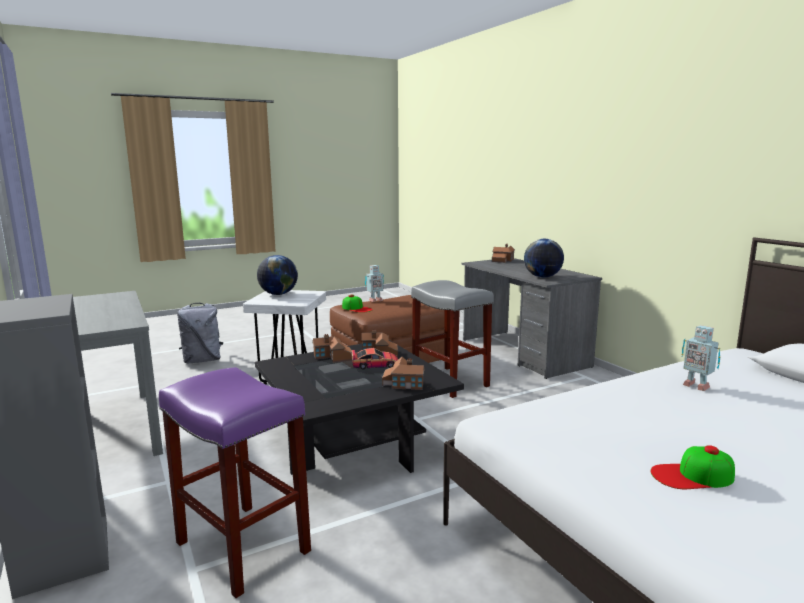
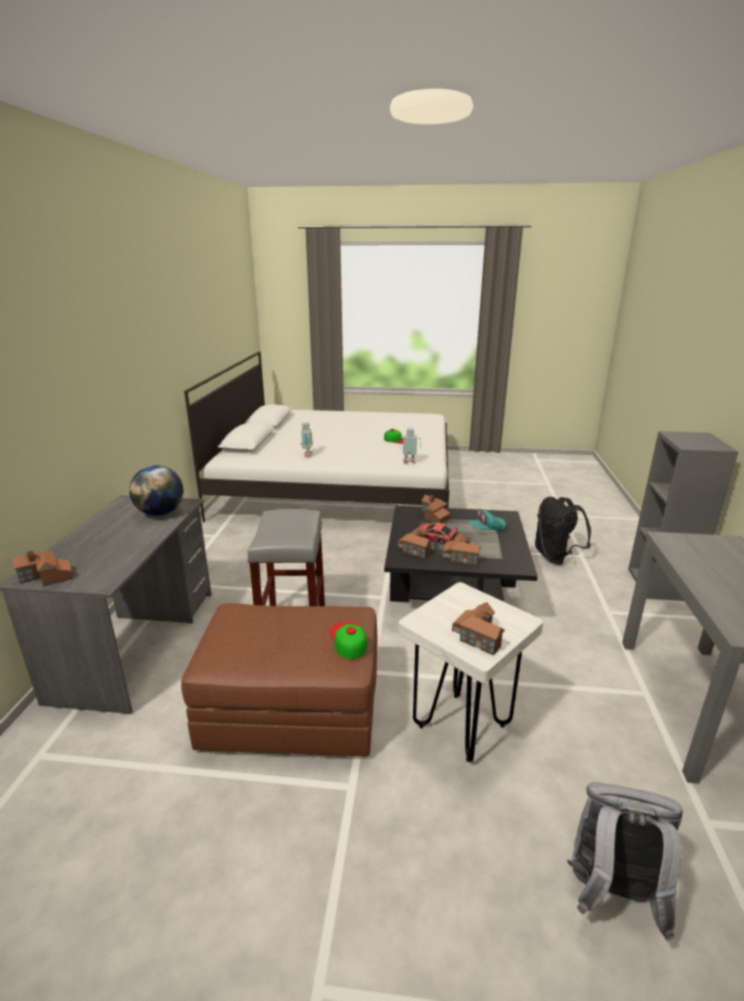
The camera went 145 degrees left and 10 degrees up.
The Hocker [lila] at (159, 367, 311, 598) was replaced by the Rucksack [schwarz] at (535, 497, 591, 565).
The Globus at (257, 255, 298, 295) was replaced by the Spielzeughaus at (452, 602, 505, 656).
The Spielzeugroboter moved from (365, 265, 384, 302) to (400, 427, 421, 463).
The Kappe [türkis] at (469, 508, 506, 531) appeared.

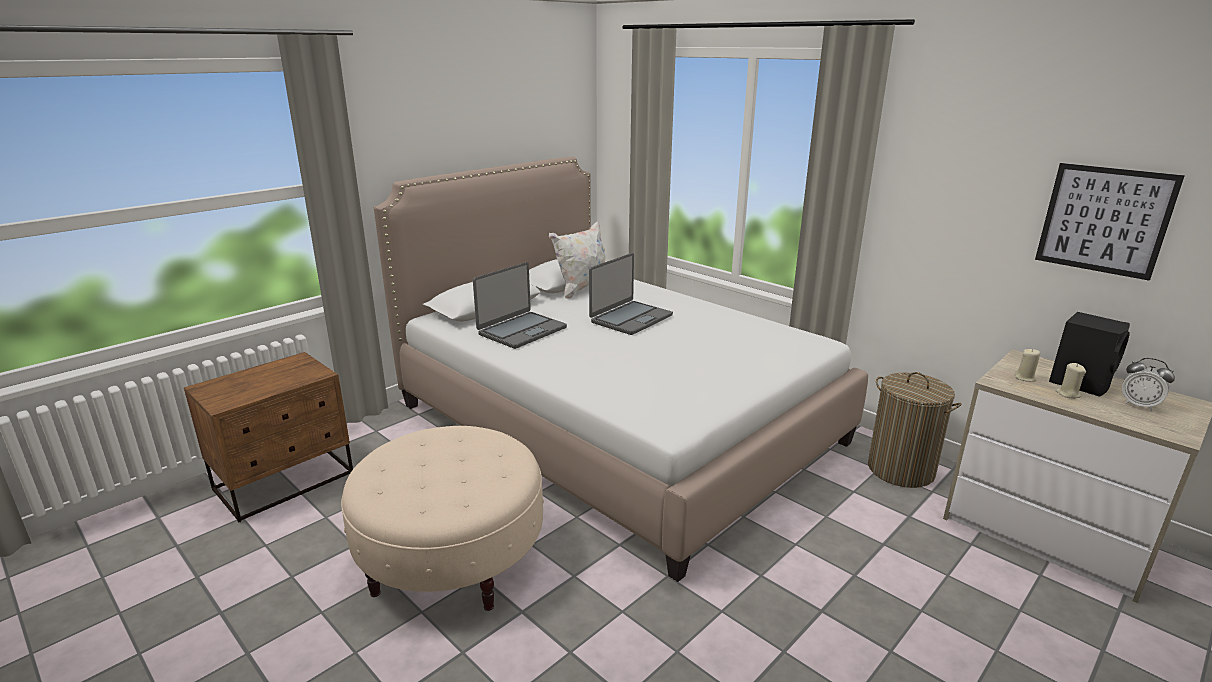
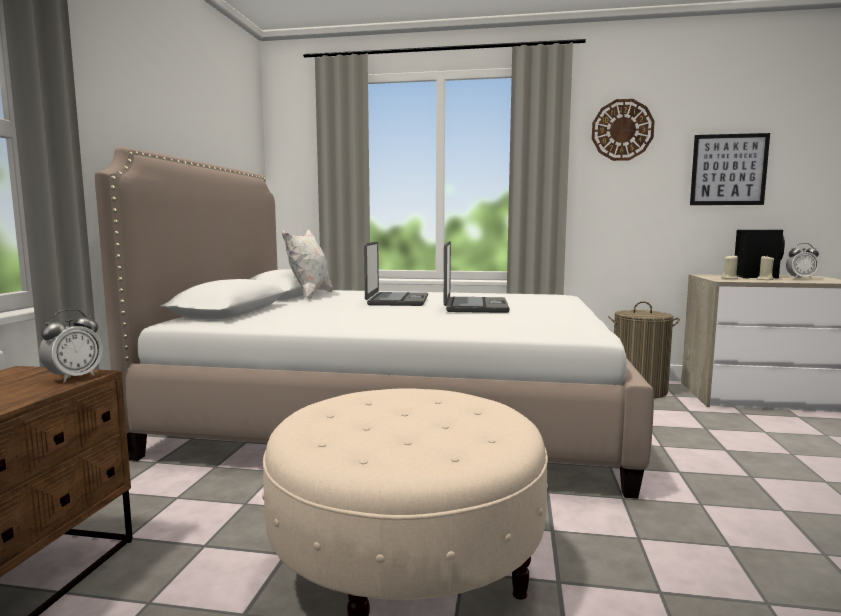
The camera went 35 degrees left and 15 degrees down.
The Laptop moved from (473, 262, 567, 349) to (444, 241, 509, 313).
The Wecker at (39, 309, 102, 383) appeared.
The Wanduhr at (592, 99, 655, 161) appeared.

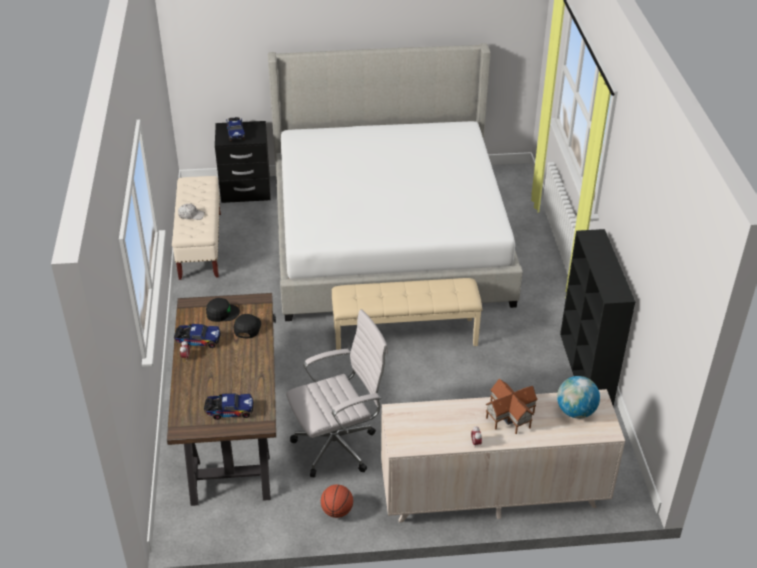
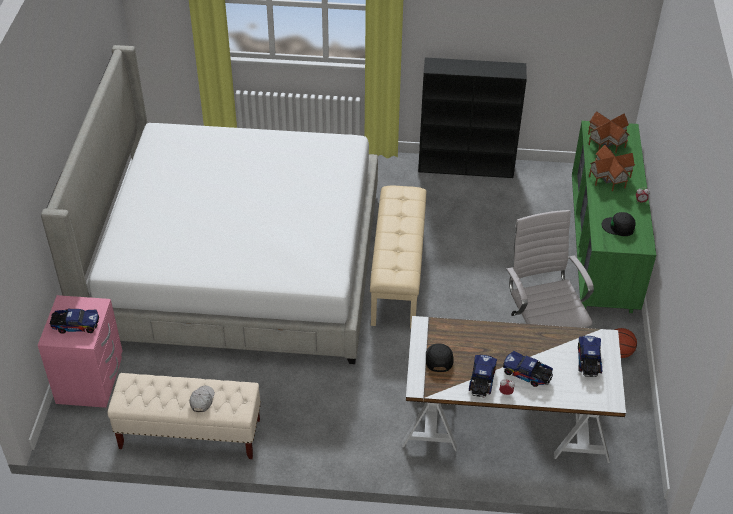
The camera went 80 degrees left and 5 degrees up.
The Schreibtisch [braun] at (167, 293, 276, 506) became the Schreibtisch [weiß] at (402, 316, 626, 463).
The Nachttisch [schwarz] at (215, 121, 271, 203) became the Nachttisch [rosa] at (38, 295, 122, 408).
The Kappe [schwarz] moved from (233, 314, 261, 338) to (602, 212, 636, 236).
The Kommode [beige] at (381, 389, 625, 523) became the Kommode [grün] at (572, 121, 656, 313).
The Globus at (557, 376, 600, 418) was replaced by the Spielzeughaus at (588, 111, 630, 153).
The Spielzeuglaster at (503, 351, 553, 387) appeared.

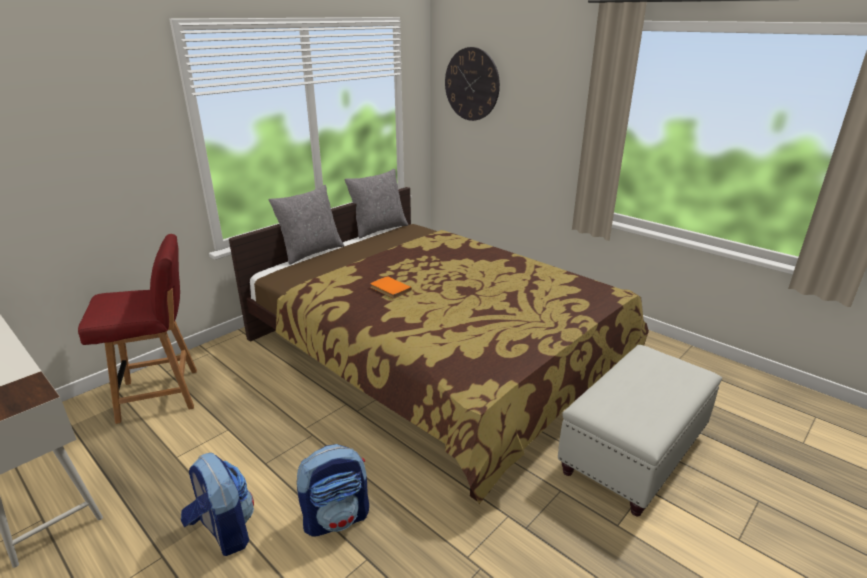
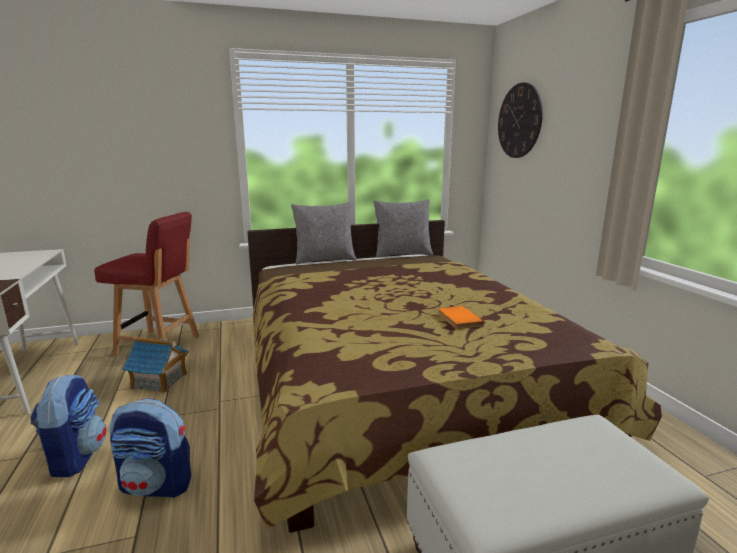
The camera went 30 degrees right and 10 degrees down.
The Buch [orange] moved from (370, 276, 412, 299) to (438, 306, 484, 329).
The Spielzeughaus at (122, 337, 189, 393) appeared.

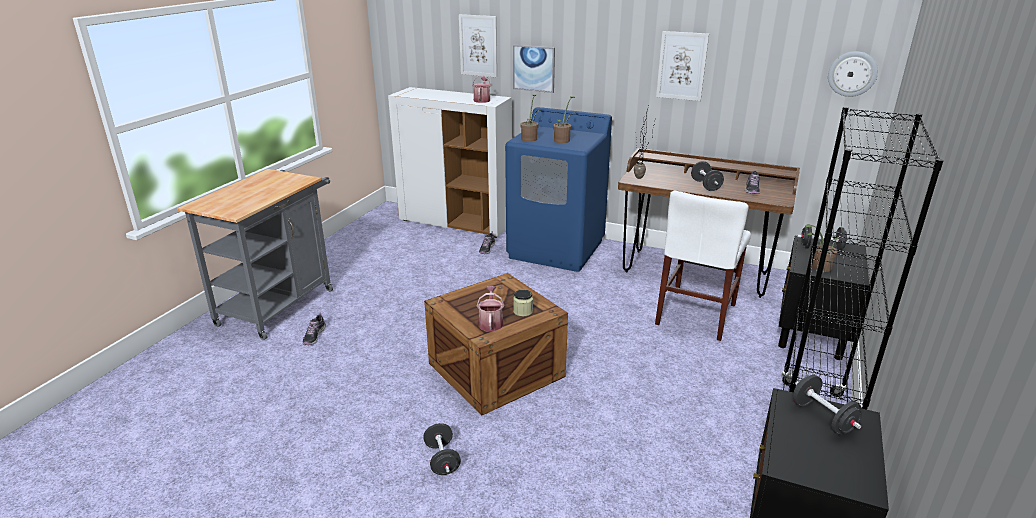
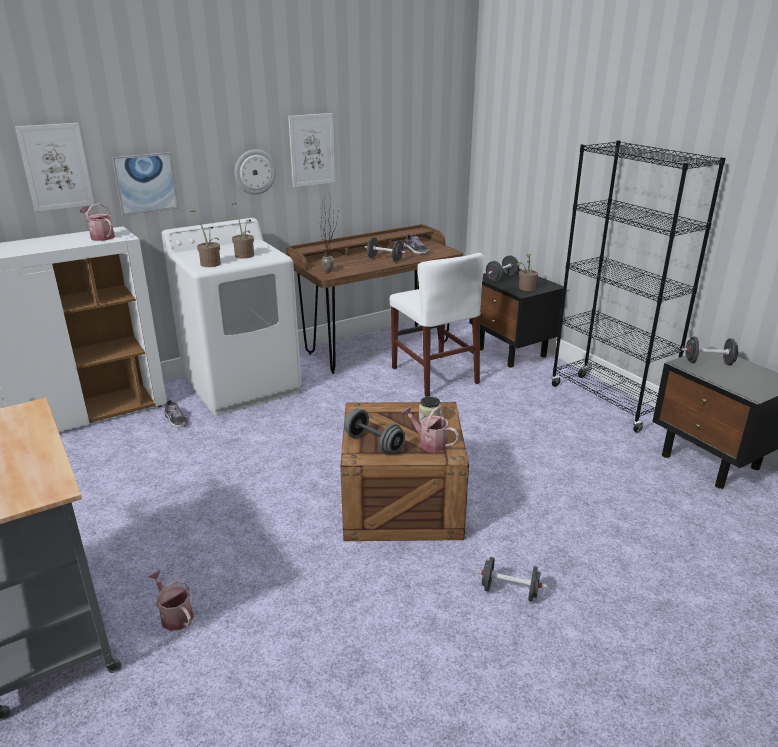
The camera went 55 degrees left and 0 degrees up.
The Schuh at (303, 312, 326, 345) was replaced by the Gießkanne at (148, 570, 194, 631).
The Waschmaschine [blau] at (505, 107, 612, 272) became the Waschmaschine [weiß] at (161, 218, 301, 416).
The Wanduhr moved from (828, 51, 878, 97) to (235, 149, 276, 195).
The Hantel [grau] at (344, 409, 405, 454) appeared.

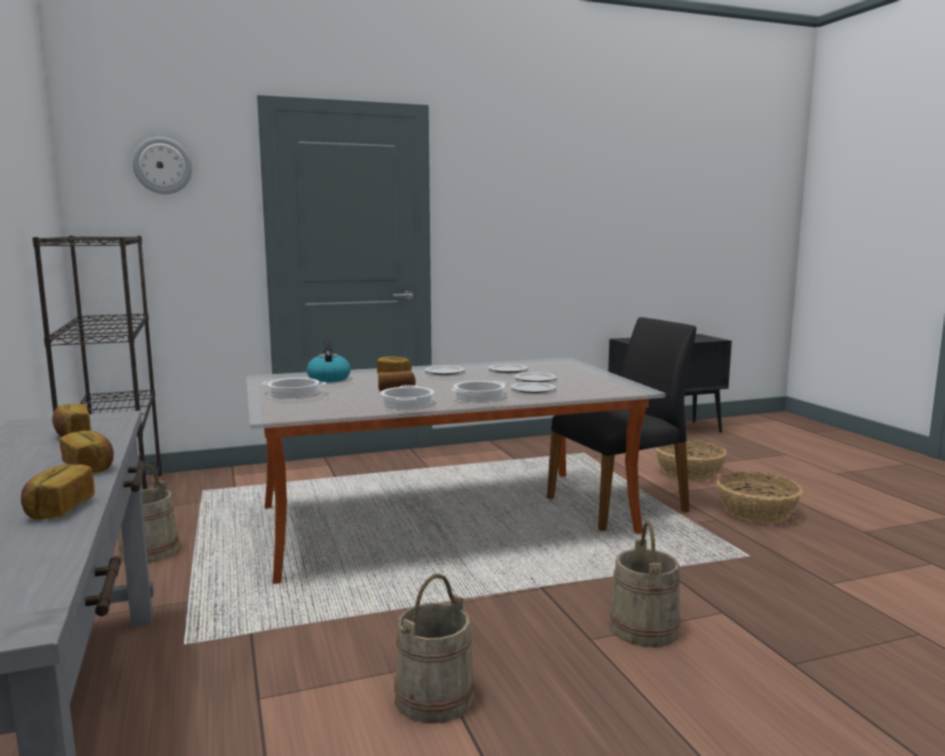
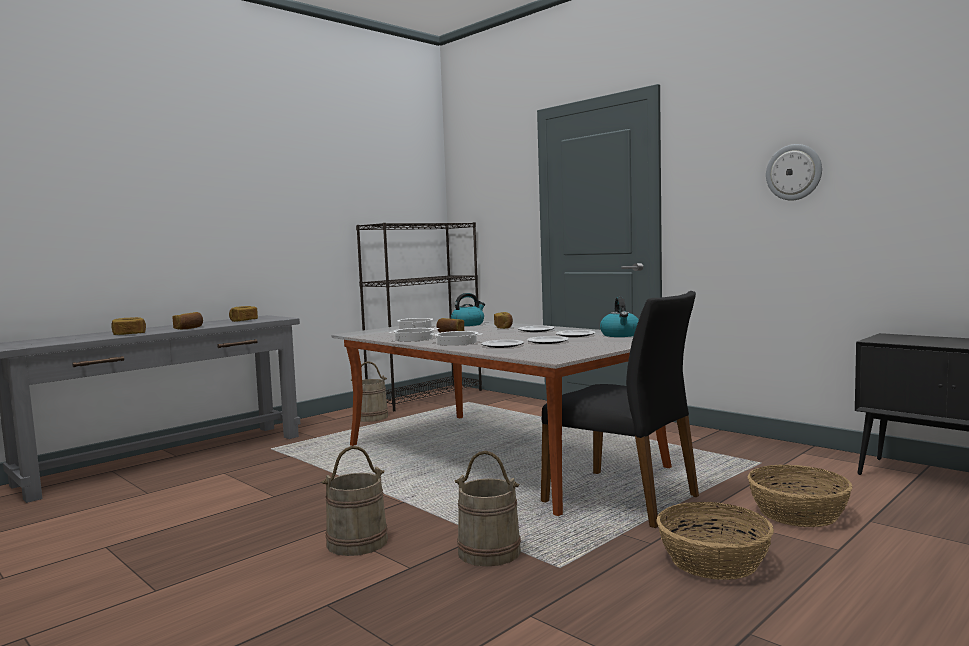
The camera went 65 degrees right and 5 degrees down.
The Wanduhr moved from (132, 137, 192, 194) to (766, 144, 822, 201).
The Eimer [beige] moved from (394, 574, 475, 724) to (455, 451, 521, 567).
The Wasserkessel at (600, 297, 639, 337) appeared.

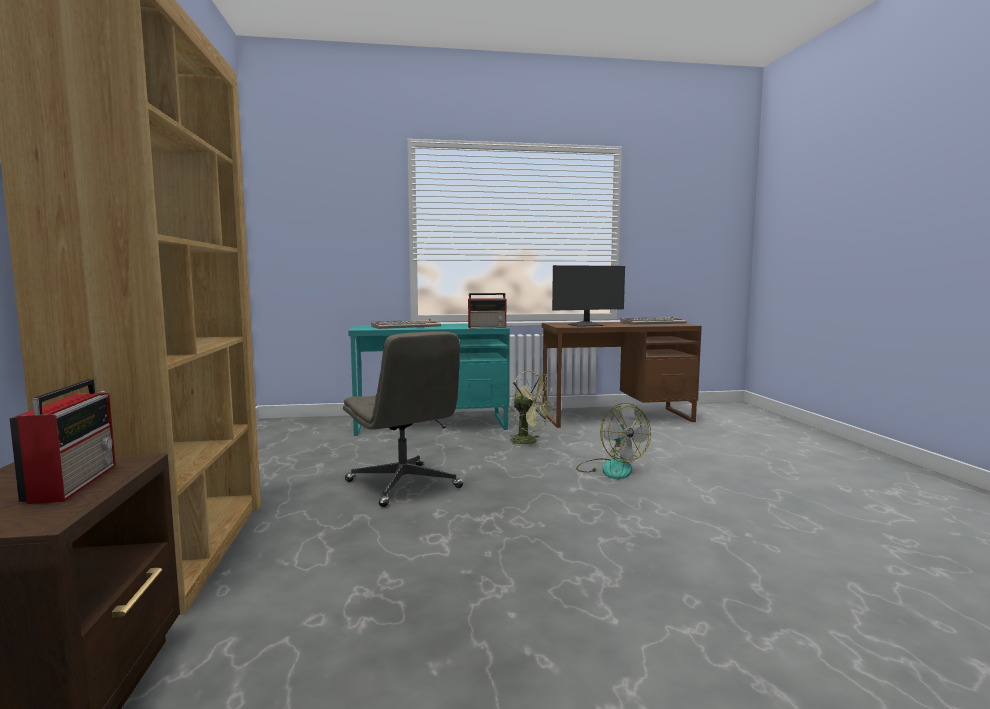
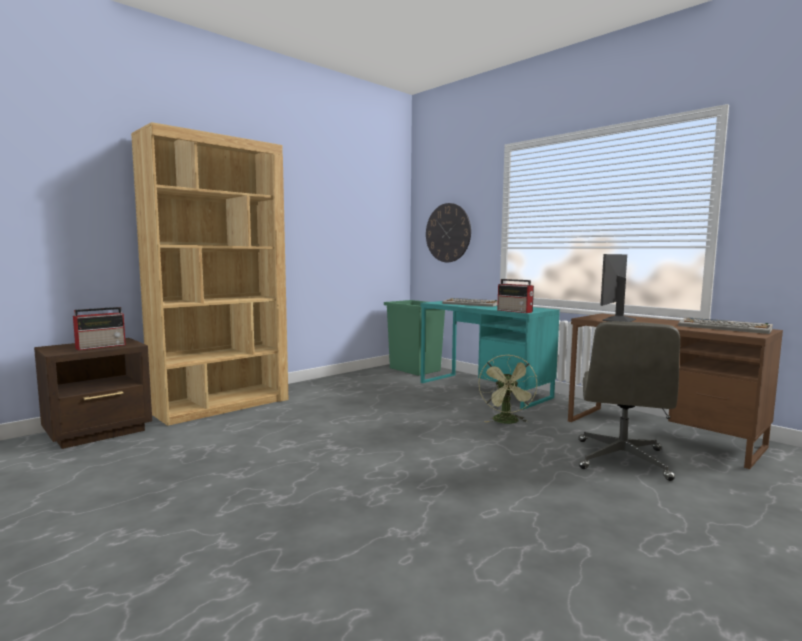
The camera went 55 degrees right and 0 degrees up.
The Bürostuhl [grau] moved from (343, 331, 463, 507) to (578, 321, 680, 481).
The Monitor at (552, 265, 625, 327) turned 90 degrees clockwise.
The Ventilator at (576, 403, 651, 479) disappeared.
The Mülleimer [grün] at (384, 300, 445, 376) appeared.
The Wanduhr at (426, 203, 471, 262) appeared.

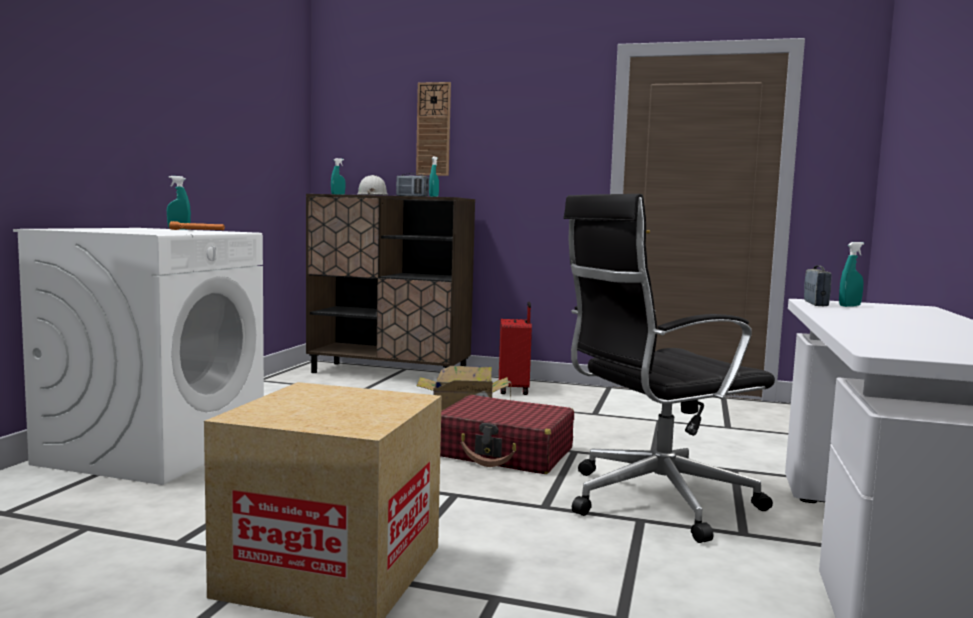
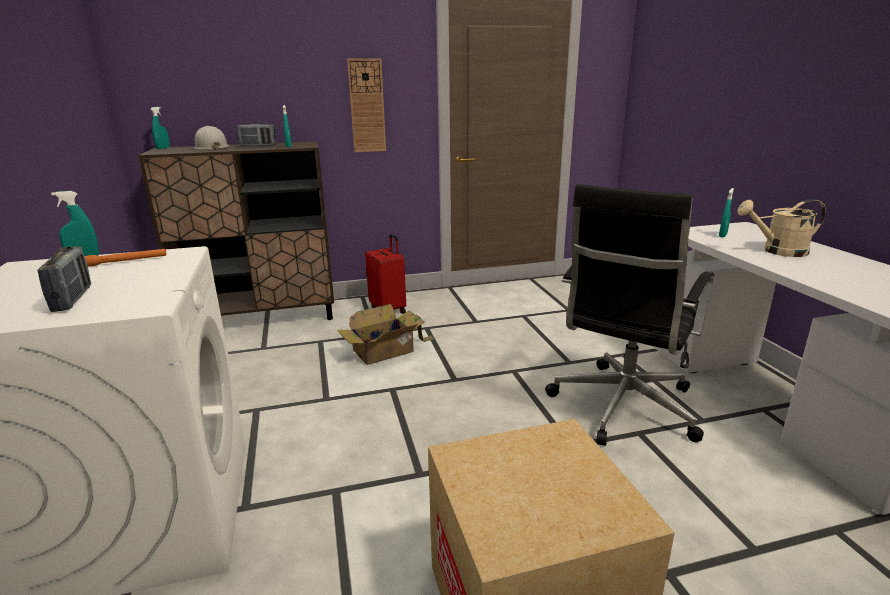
The camera went 30 degrees left and 15 degrees up.
The Wanduhr moved from (416, 82, 451, 176) to (347, 58, 386, 152).
The Koffer [rot] at (440, 395, 574, 474) disappeared.
The Radio moved from (804, 265, 832, 306) to (37, 246, 91, 312).
The Gießkanne [beige] at (737, 199, 826, 257) appeared.

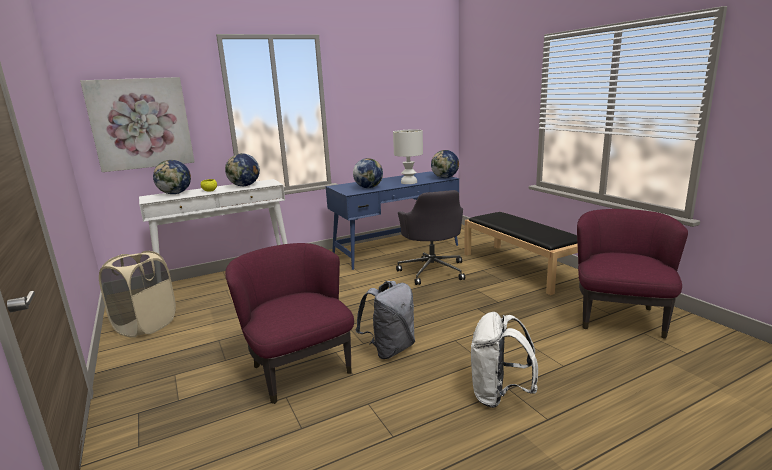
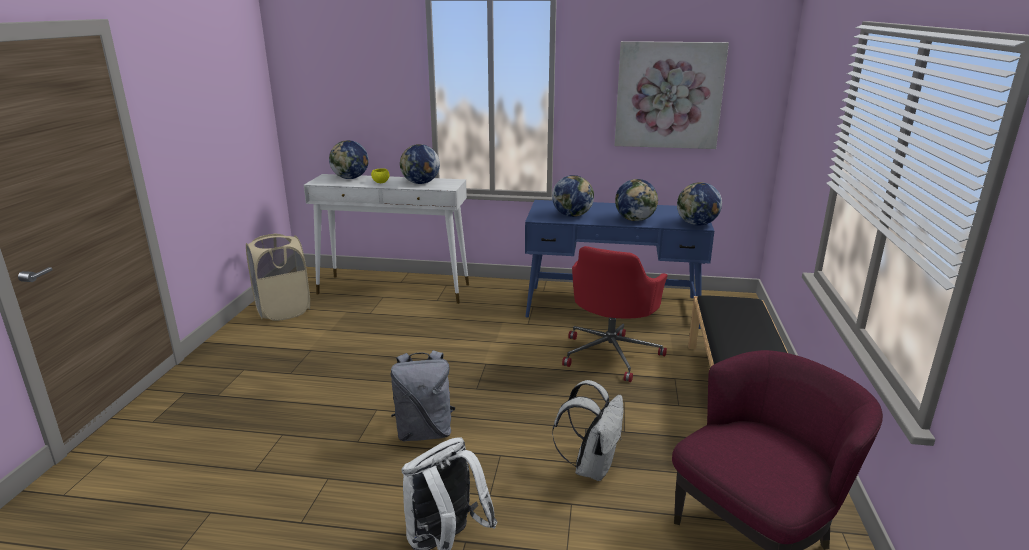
The camera went 35 degrees right and 5 degrees up.
The Bild moved from (80, 77, 195, 172) to (615, 41, 729, 149).
The Sessel [lila] at (225, 243, 354, 404) disappeared.
The Tischlampe [weiß] at (393, 129, 423, 184) was replaced by the Globus at (615, 179, 658, 222).
The Bürostuhl [grau] at (396, 190, 465, 285) became the Bürostuhl [rot] at (562, 246, 668, 382).
The Rucksack [weiß] at (552, 380, 623, 481) appeared.

